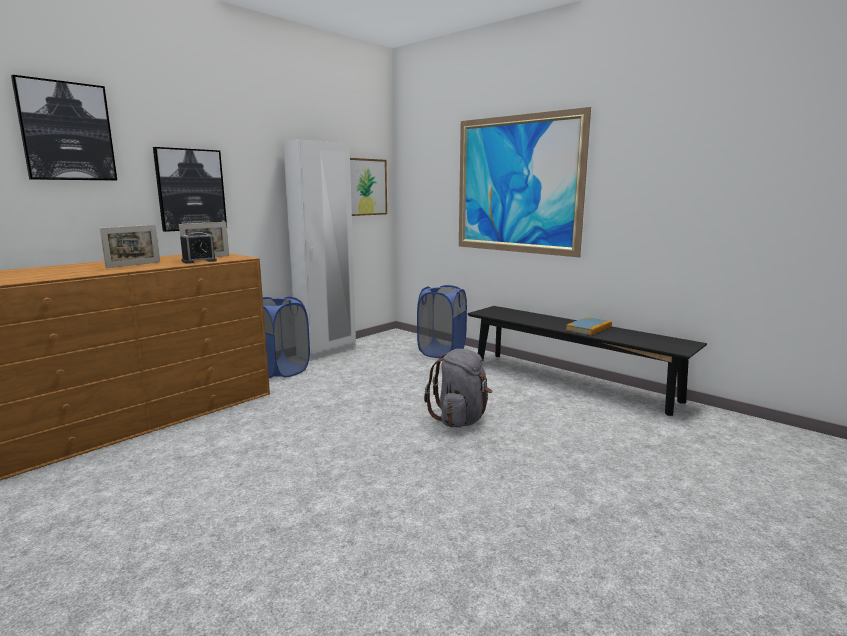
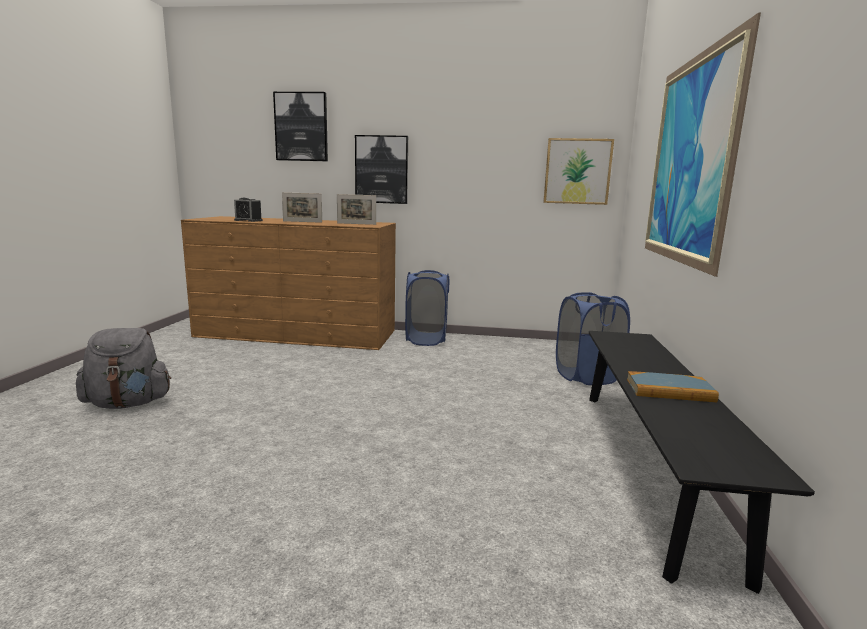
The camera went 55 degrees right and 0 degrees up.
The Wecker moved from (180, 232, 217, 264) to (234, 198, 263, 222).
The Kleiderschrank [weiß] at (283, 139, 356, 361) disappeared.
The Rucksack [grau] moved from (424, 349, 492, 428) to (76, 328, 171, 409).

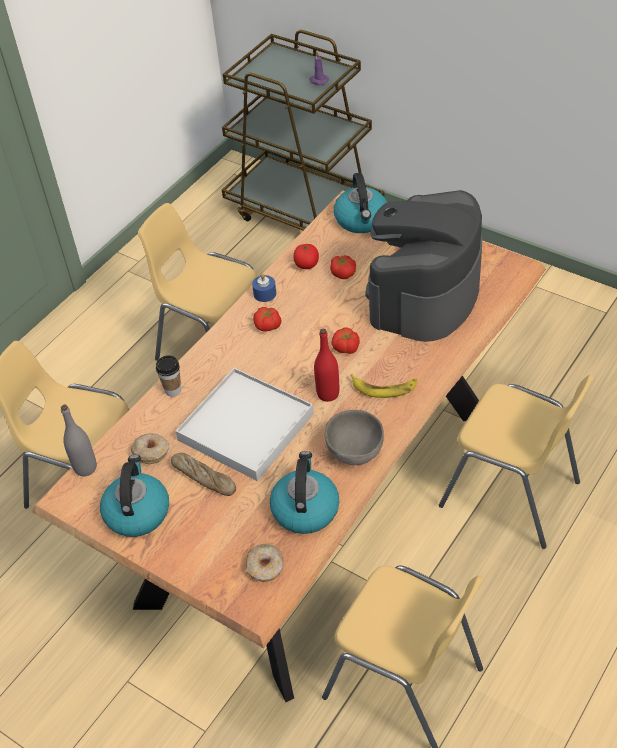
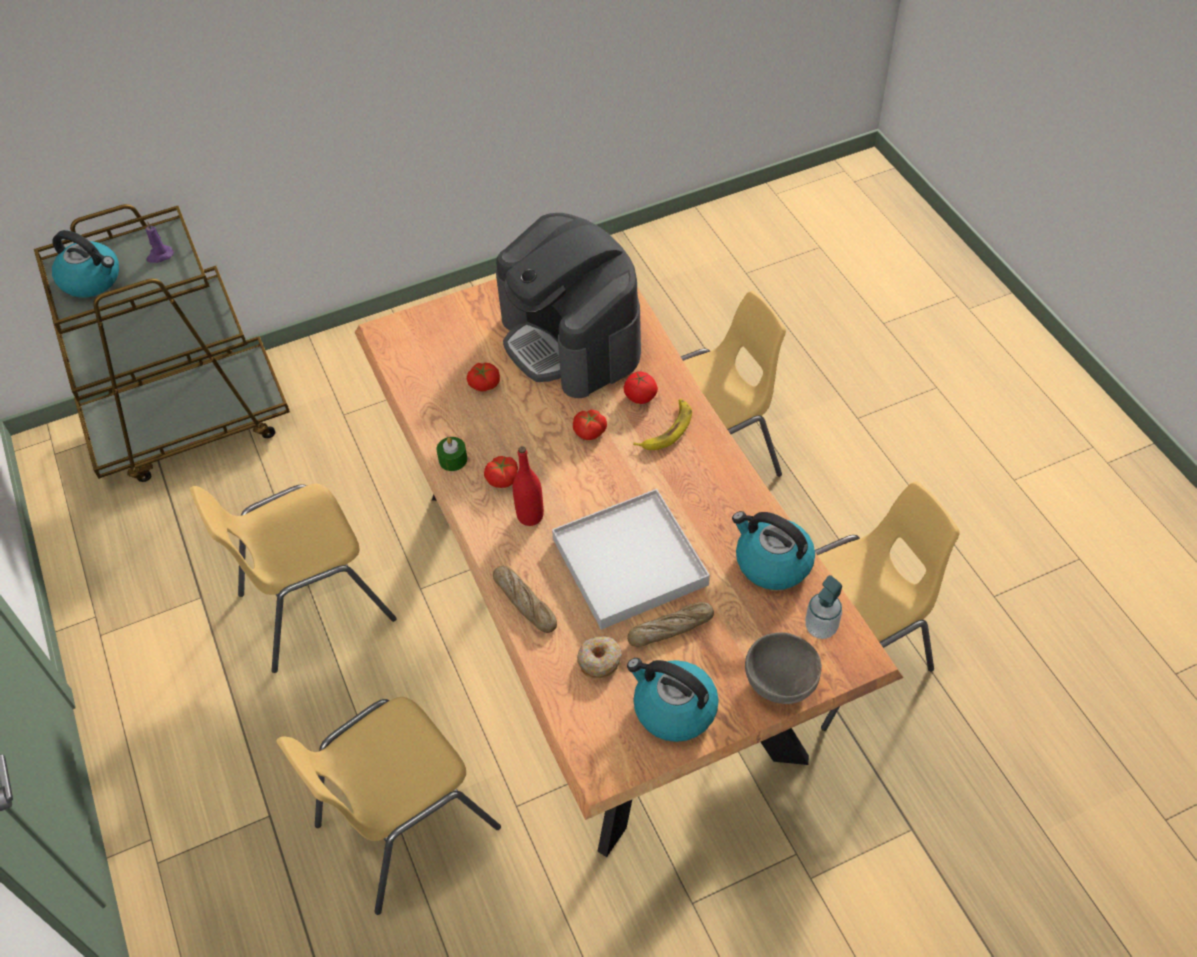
The camera went 60 degrees left and 5 degrees up.
The Flasche [grau] at (61, 405, 97, 476) disappeared.
The Tasse at (156, 355, 181, 397) was replaced by the Brot at (493, 566, 557, 633).
The Donut at (246, 544, 283, 582) was replaced by the Seifenspender at (805, 575, 842, 639).
The Kerze [blau] at (252, 274, 276, 302) became the Kerze [grün] at (436, 437, 467, 471).
The Tomate moved from (294, 244, 319, 269) to (623, 372, 658, 404).
The Flasche [rot] moved from (314, 329, 339, 402) to (513, 446, 544, 526).
The Schüssel [grau] moved from (325, 410, 384, 465) to (745, 632, 822, 704).
The Wasserkessel moved from (334, 173, 387, 233) to (52, 230, 119, 297).

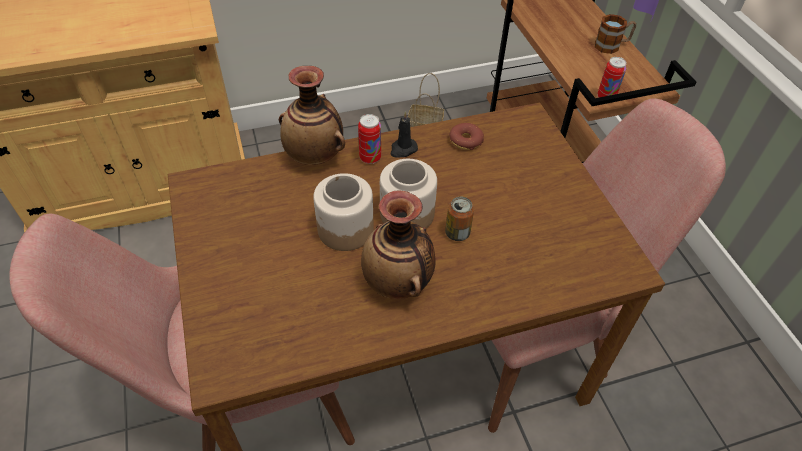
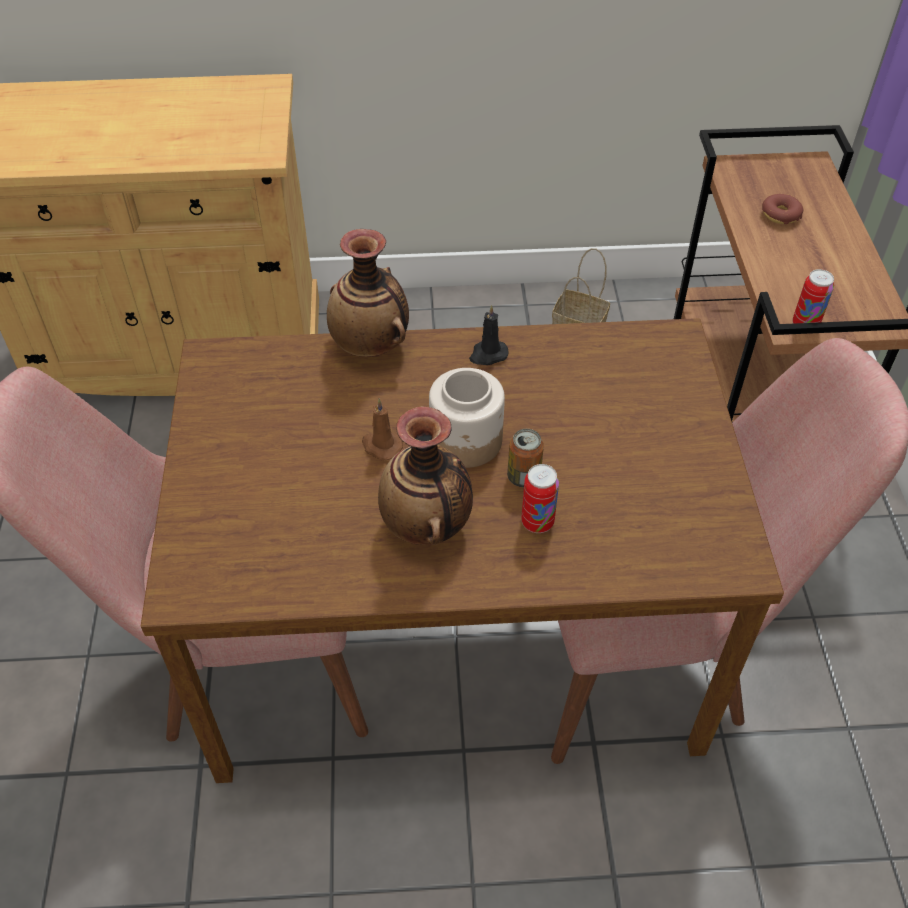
The camera went 15 degrees right and 0 degrees up.
The Vorratsglas at (313, 173, 374, 251) was replaced by the Kerze [braun] at (362, 399, 403, 460).
The Dose moved from (358, 114, 381, 164) to (521, 464, 559, 533).
The Donut moved from (449, 123, 484, 150) to (762, 194, 803, 224).
The Henkelbecher at (595, 14, 636, 54) disappeared.

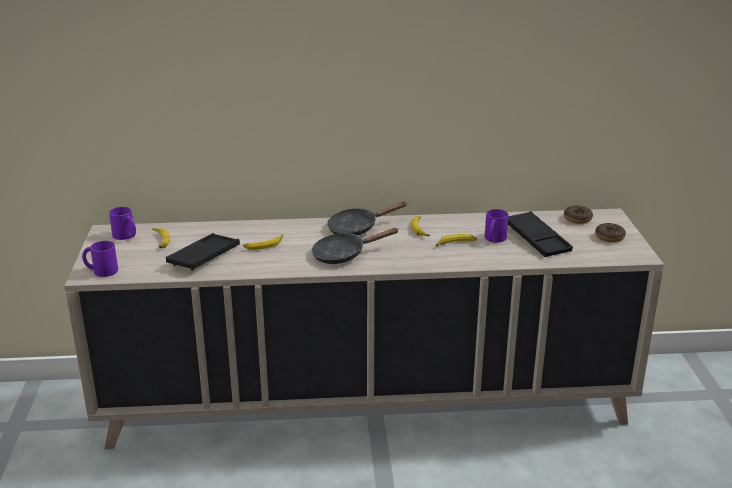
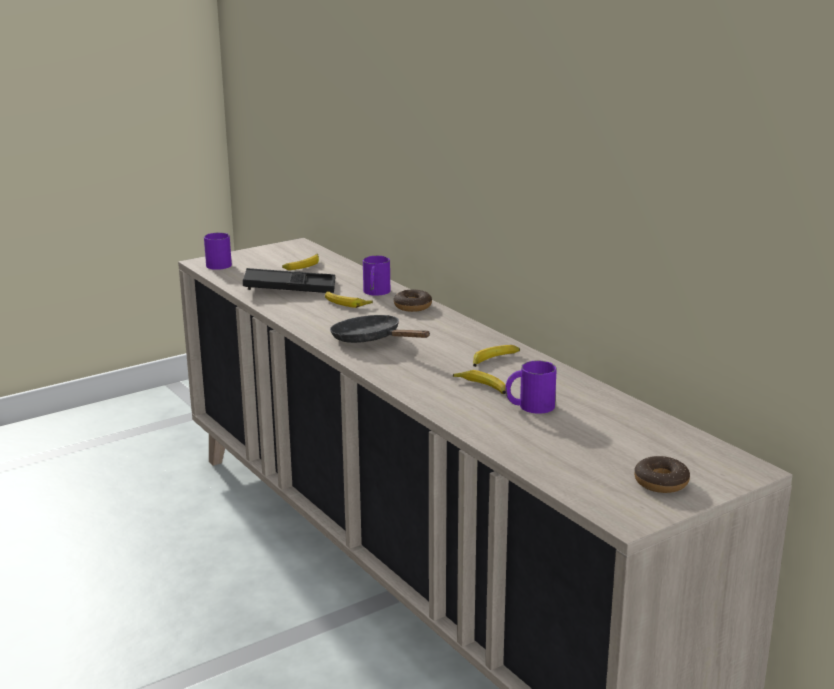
The camera went 60 degrees right and 5 degrees down.
The Henkelbecher [lila] moved from (109, 207, 136, 240) to (363, 256, 390, 296).
The Pfanne [schwarz] at (327, 201, 408, 236) disappeared.
The Tablett [schwarz] at (508, 211, 573, 257) disappeared.
The Donut moved from (564, 205, 593, 224) to (394, 289, 432, 312).

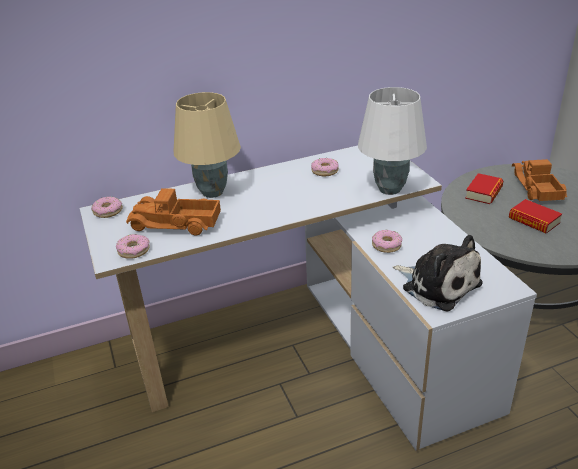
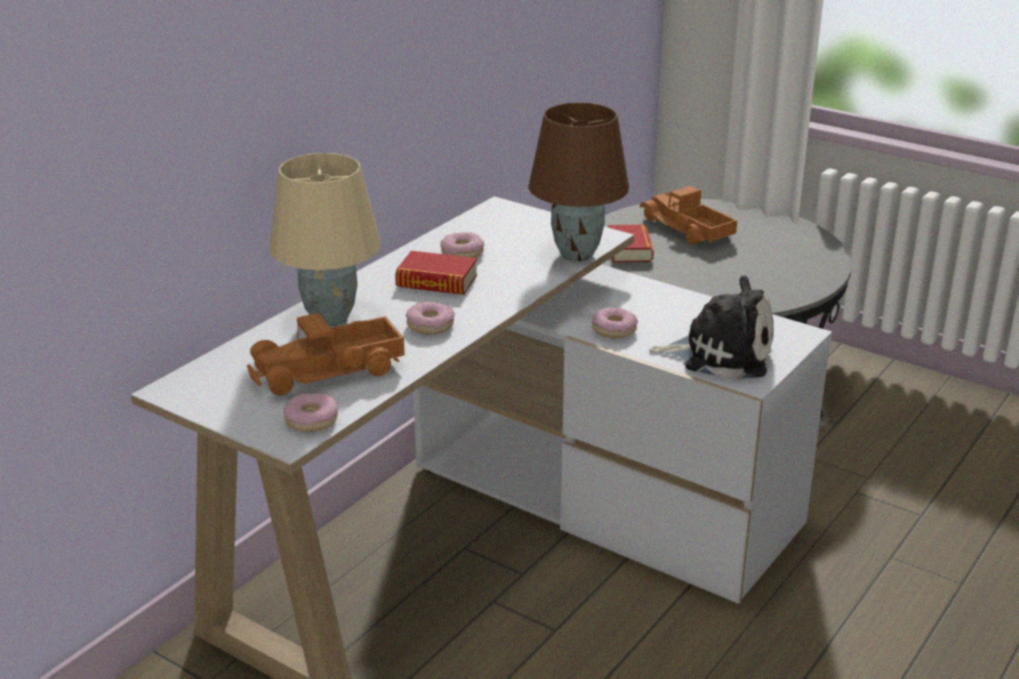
The camera went 35 degrees left and 5 degrees down.
The Donut moved from (91, 197, 123, 218) to (406, 302, 455, 334).
The Tischlampe [weiß] at (358, 87, 427, 195) became the Tischlampe [braun] at (528, 102, 629, 261).
The Buch moved from (509, 199, 562, 234) to (395, 251, 477, 295).

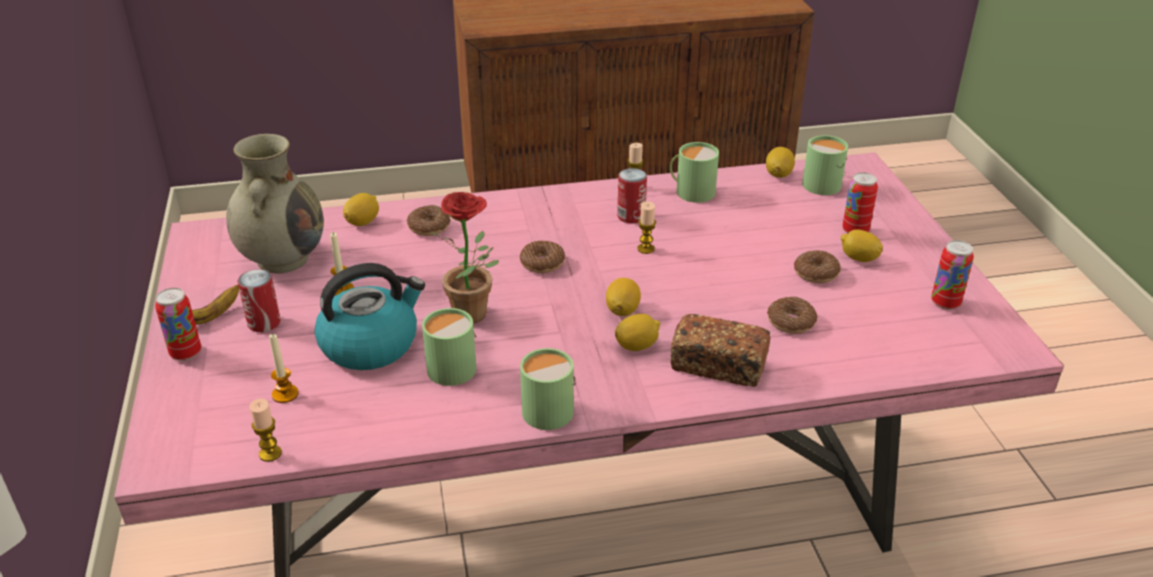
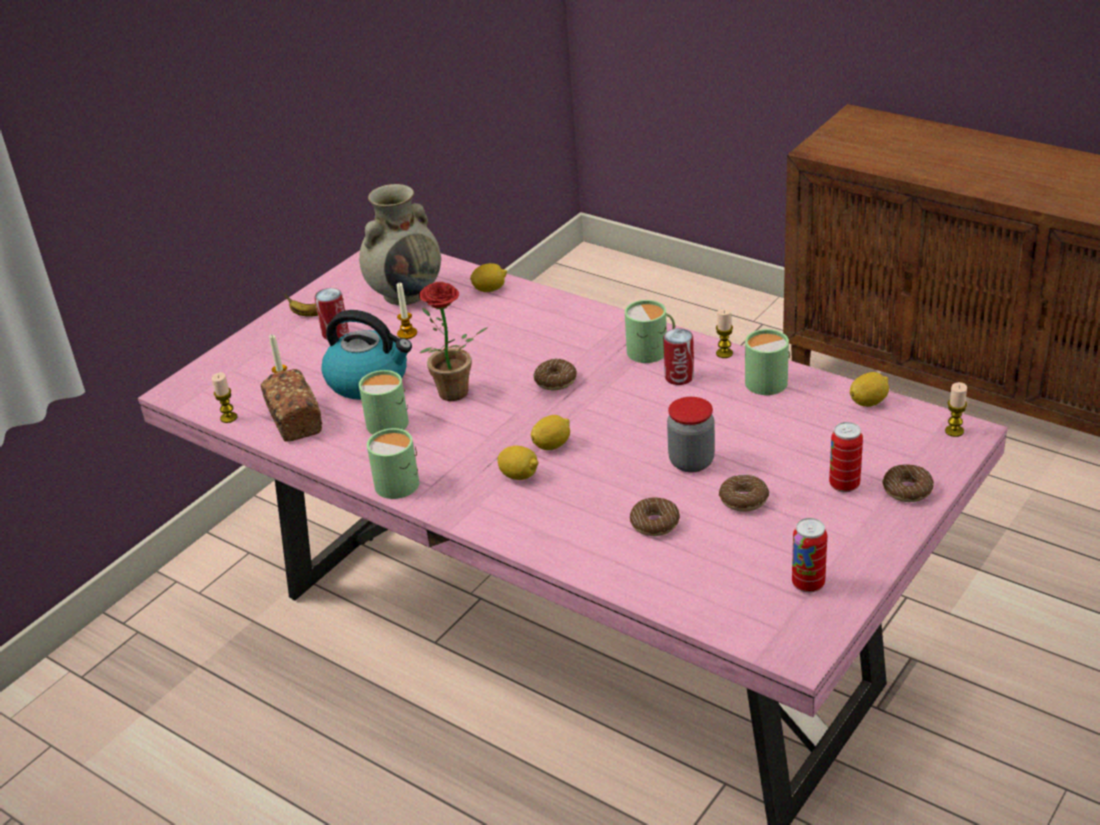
The camera went 50 degrees right and 0 degrees up.
The Dose at (155, 288, 201, 361) disappeared.
The Donut moved from (407, 205, 451, 236) to (882, 464, 934, 502).
The Kerze moved from (637, 201, 656, 254) to (945, 382, 967, 437).
The Brot moved from (671, 314, 771, 387) to (261, 369, 322, 442).
The Henkelbecher [grün] moved from (802, 135, 848, 195) to (625, 300, 675, 363).
The Zitrone at (841, 229, 883, 262) disappeared.
The Vorratsglas at (667, 397, 715, 473) appeared.

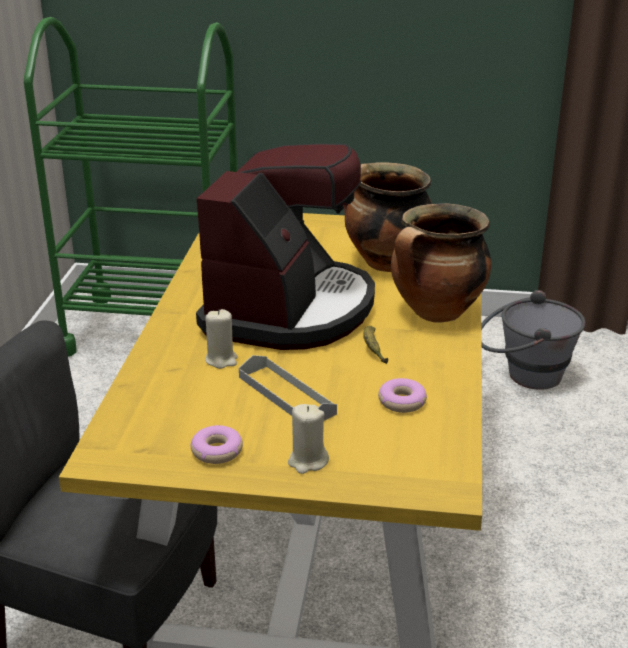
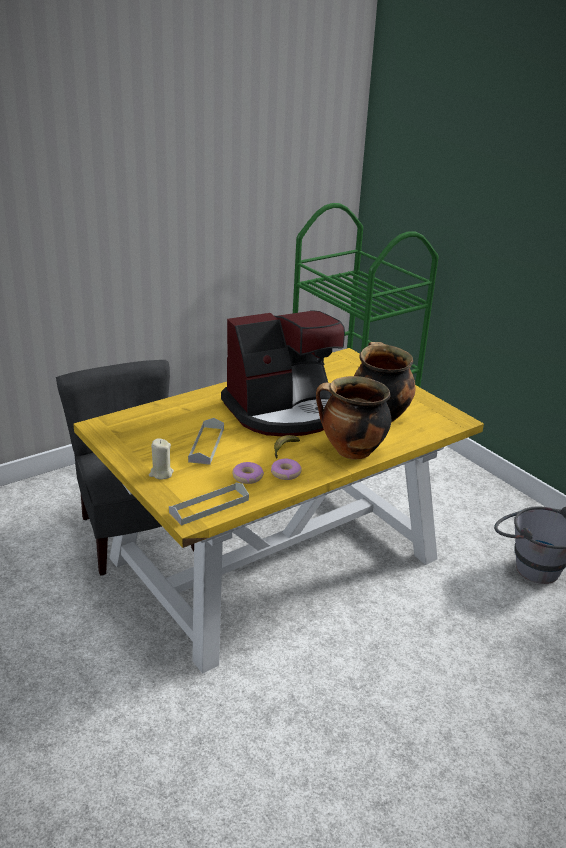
The camera went 45 degrees right and 0 degrees up.
The Donut moved from (190, 425, 243, 464) to (271, 459, 302, 480).
The Kerze [beige] at (205, 309, 237, 369) disappeared.
The Tablett [grau] at (169, 483, 249, 526) appeared.

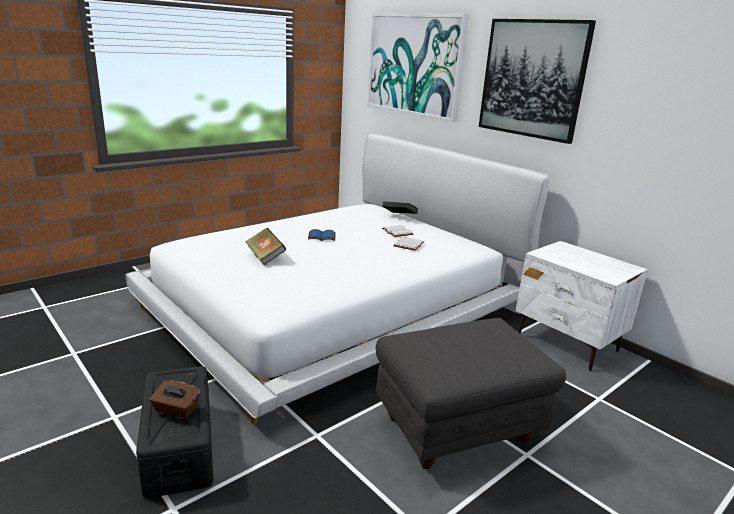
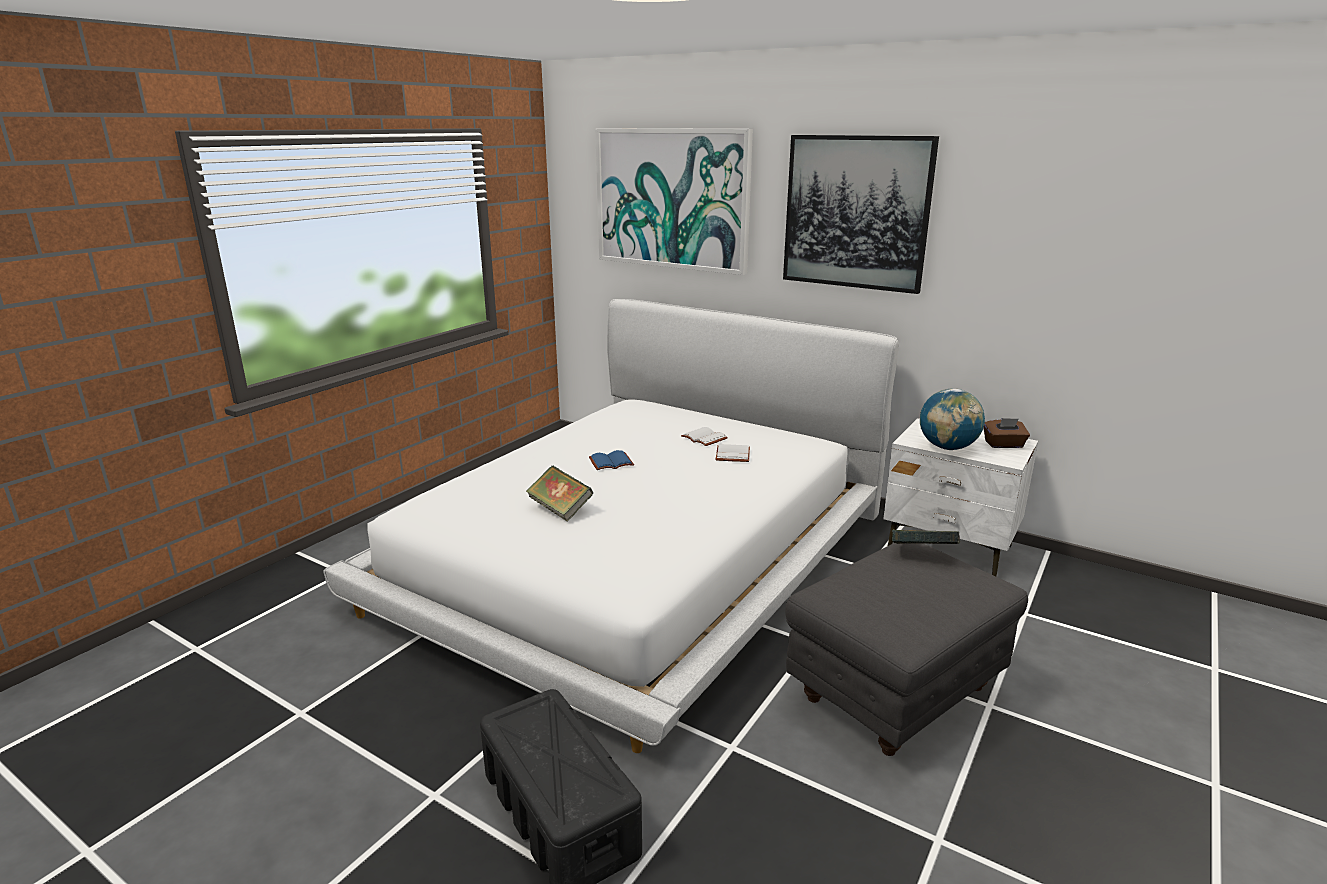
The camera went 15 degrees left and 0 degrees up.
The Taschentuchbox [braun] moved from (150, 380, 201, 419) to (984, 418, 1030, 448).
The Buch moved from (382, 201, 419, 214) to (892, 530, 960, 544).
The Globus at (920, 389, 985, 450) appeared.

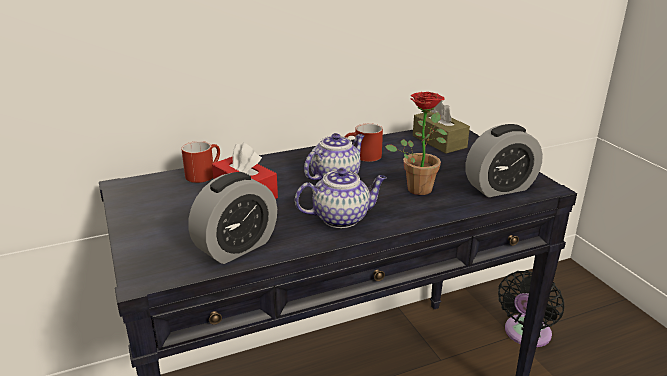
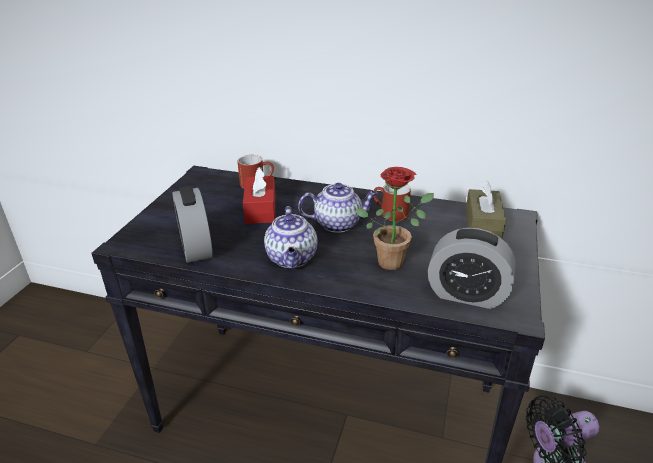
The camera went 40 degrees right and 5 degrees up.
The Wecker at (188, 172, 277, 264) turned 75 degrees clockwise.
The Teekanne at (295, 168, 387, 228) turned 60 degrees clockwise.

